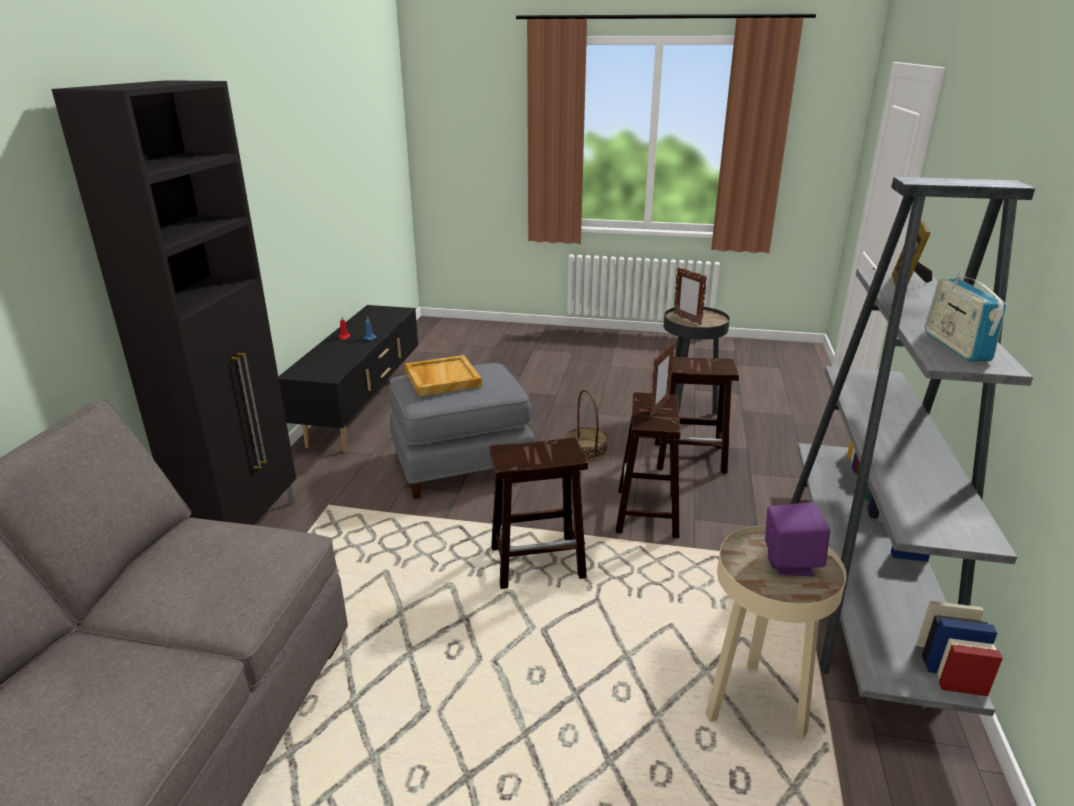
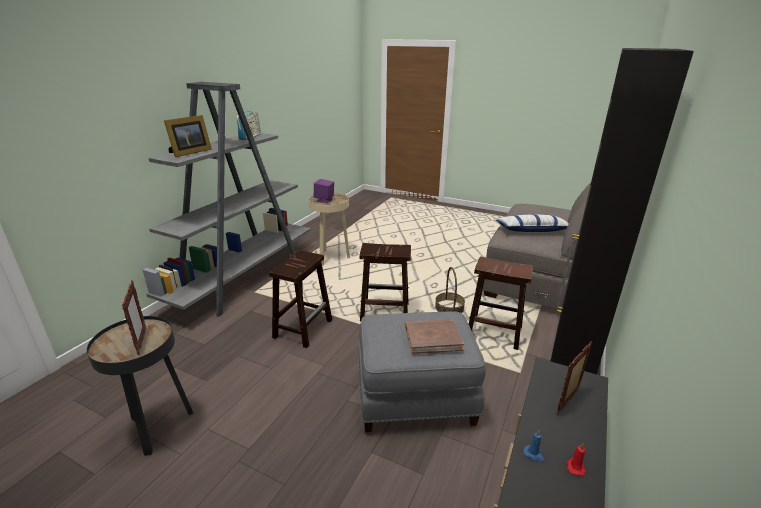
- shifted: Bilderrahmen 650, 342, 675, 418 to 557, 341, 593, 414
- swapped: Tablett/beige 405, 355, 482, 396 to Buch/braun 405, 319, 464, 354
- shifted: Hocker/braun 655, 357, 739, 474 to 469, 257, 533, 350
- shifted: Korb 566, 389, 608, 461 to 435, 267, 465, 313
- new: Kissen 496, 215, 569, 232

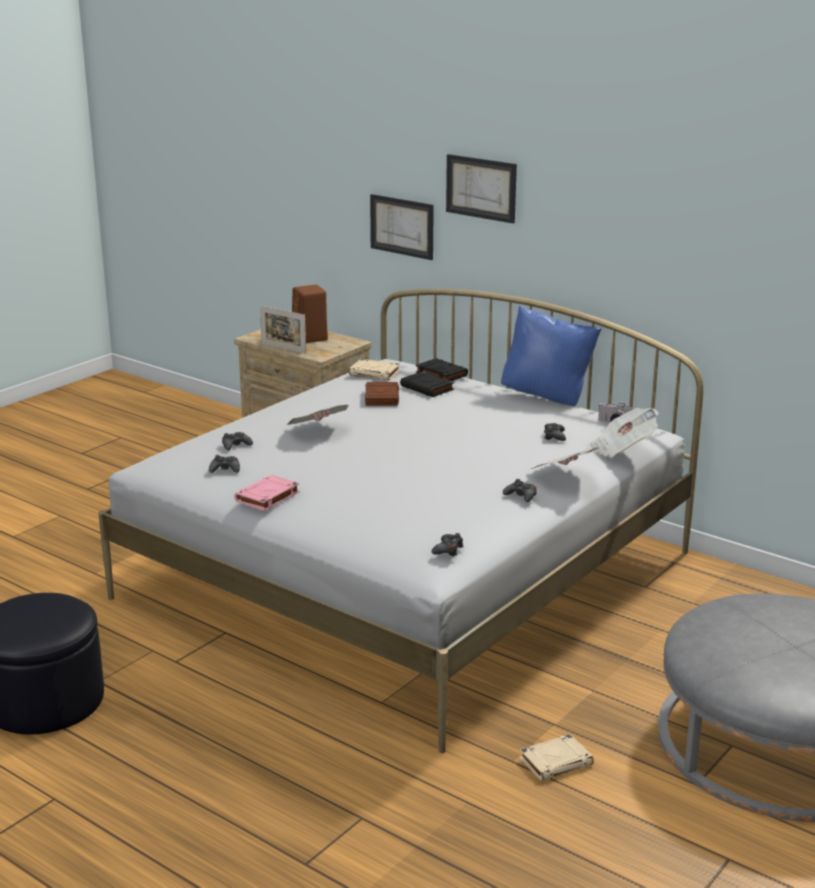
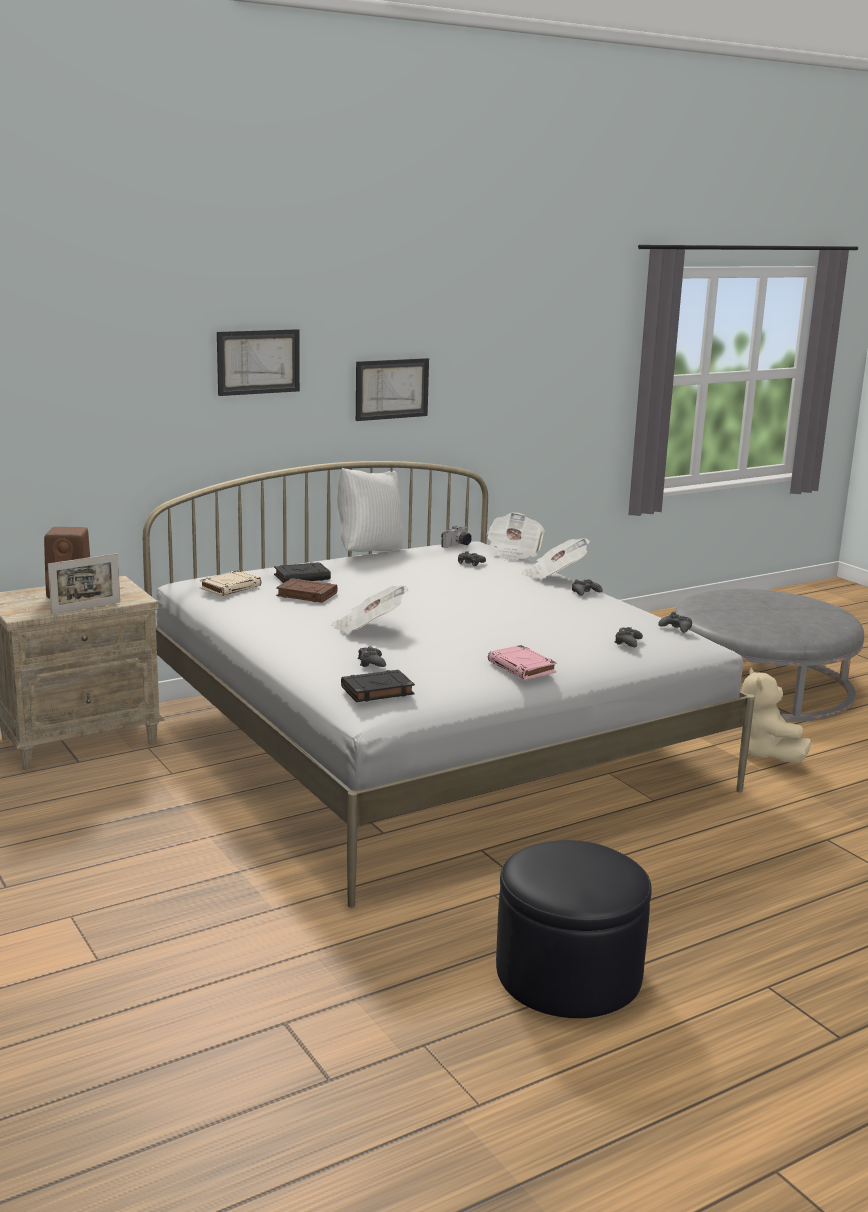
- shifted: Bild 370, 194, 434, 260 to 356, 358, 429, 421
- repainted: Kissen/blau 501, 305, 602, 406 to Kissen/weiß 337, 468, 404, 552
- shifted: Buch/schwarz 416, 358, 468, 381 to 341, 670, 415, 702
- shifted: Gamepad/schwarz 209, 455, 240, 473 to 614, 627, 643, 647
- swapped: Buch/beige 520, 734, 594, 781 to Plüschtier/beige 742, 668, 811, 763

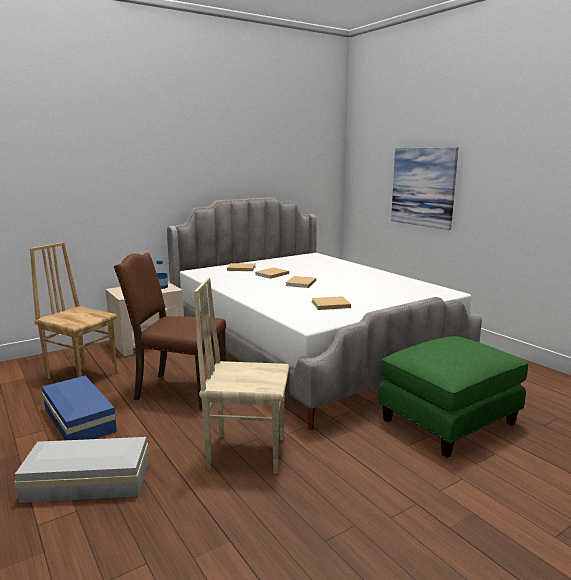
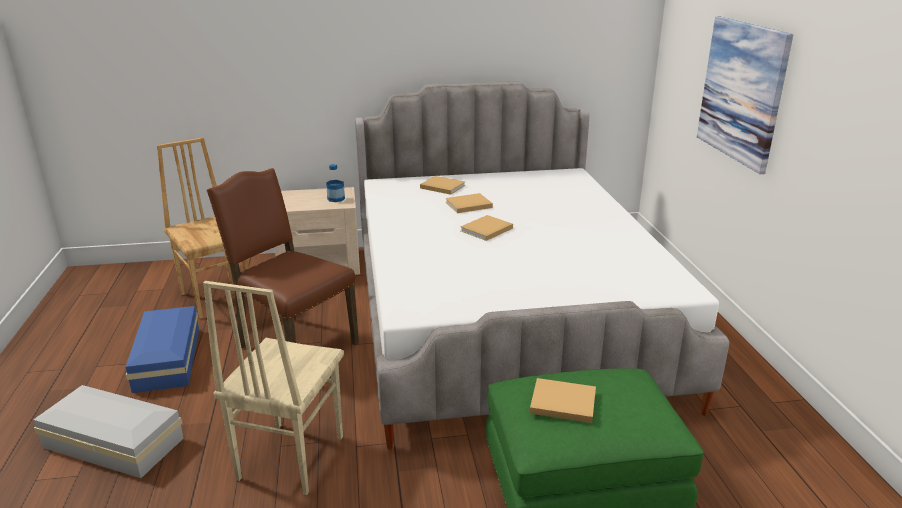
- rotated: Stuhl/beige 194, 277, 289, 473 = 203, 281, 344, 495 105 degrees counterclockwise
- shifted: Buch/beige 311, 296, 351, 310 to 530, 378, 596, 423

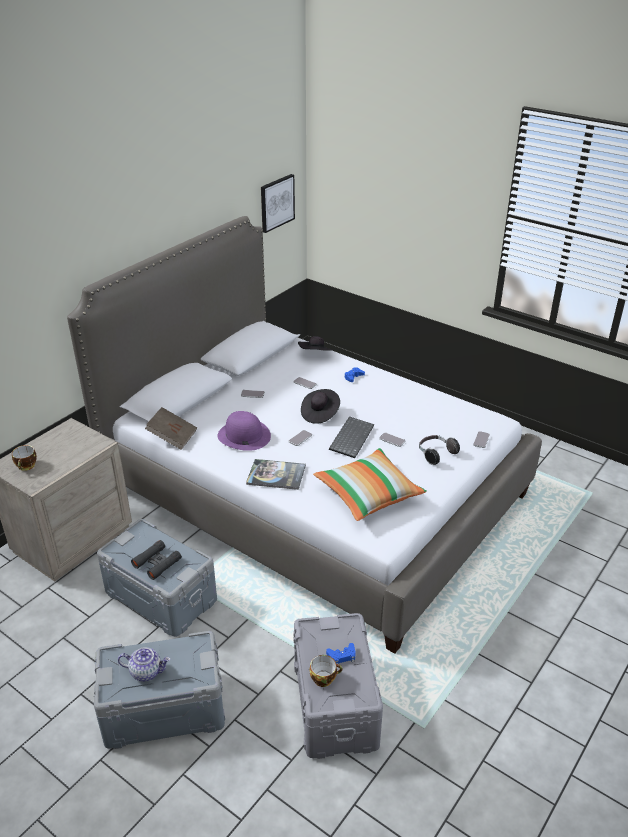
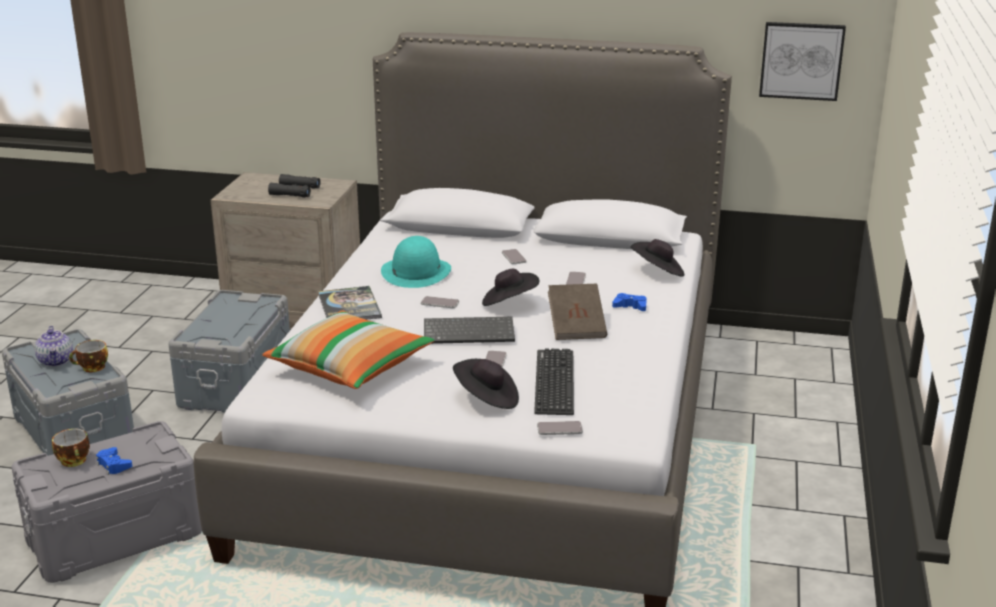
- shifted: Buch/braun 145, 407, 197, 450 to 548, 284, 607, 340
- repainted: Hut/lila 217, 411, 271, 451 to Hut/türkis 381, 236, 451, 288
- swapped: Kopfhörer 419, 435, 460, 465 to Hut/schwarz 453, 359, 519, 409
- shifted: Tasse 12, 445, 37, 471 to 69, 340, 108, 372
- shifted: Fernglas/schwarz 131, 540, 182, 580 to 268, 174, 320, 198
- new: Tastatur 534, 348, 574, 415

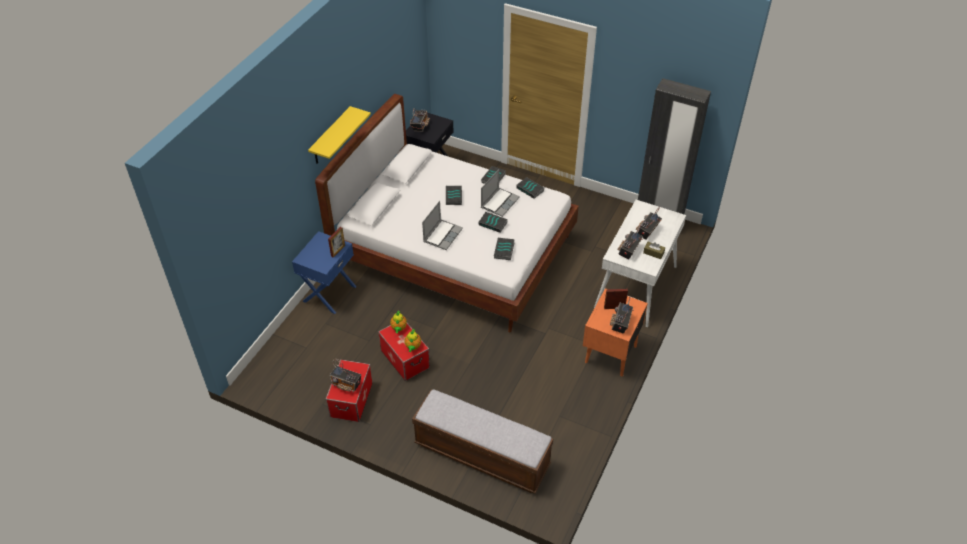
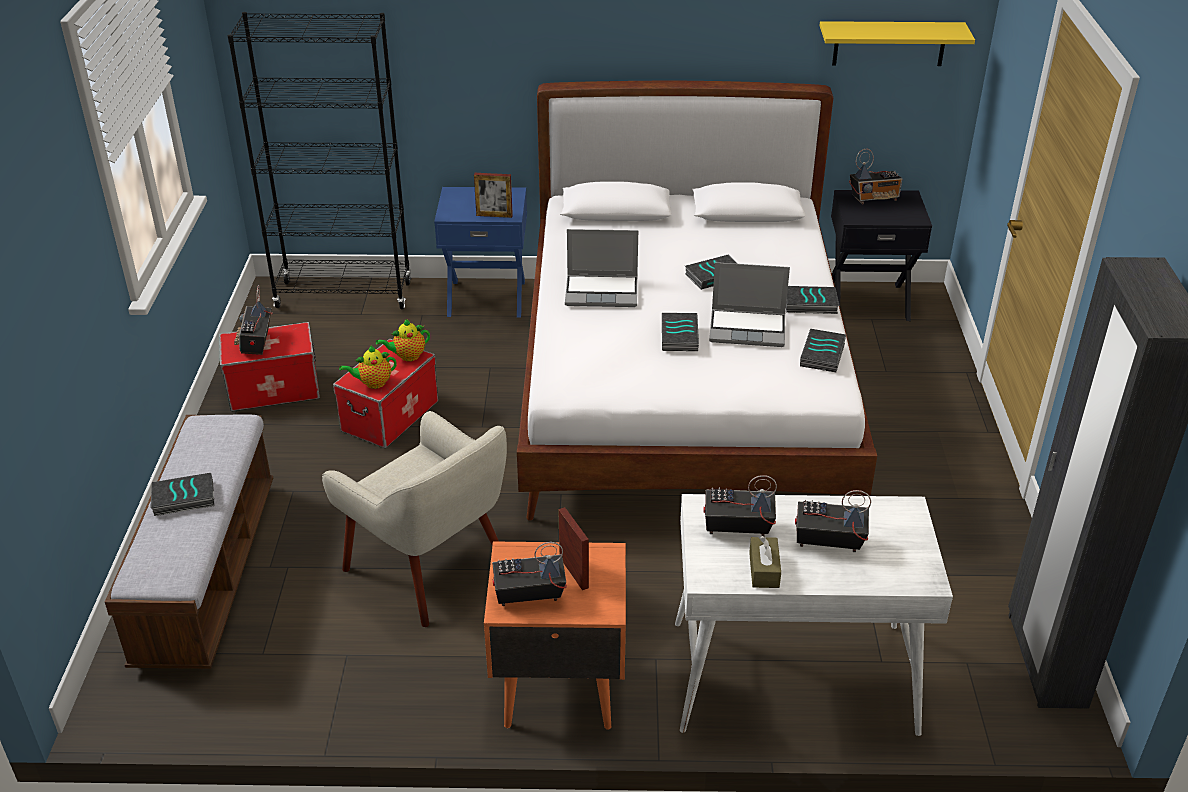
- shifted: Wandregal/gelb 308, 106, 371, 164 to 819, 21, 975, 66
- shifted: Buch 494, 238, 515, 260 to 150, 473, 215, 516
- new: Bücherregal/schwarz 228, 12, 411, 310
- new: Sessel/beige 322, 411, 507, 627

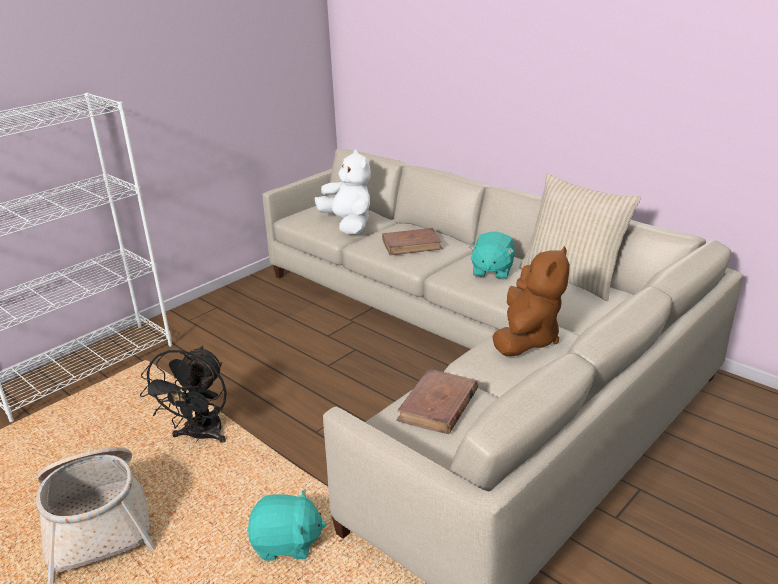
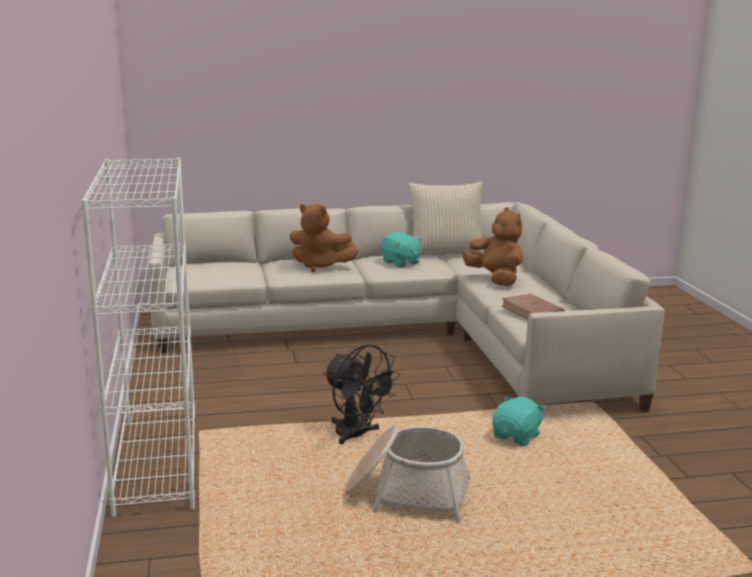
- gone: Plüschtier/weiß 315, 150, 371, 234
- swapped: Buch/braun 382, 228, 443, 255 to Plüschtier/braun 290, 204, 359, 272

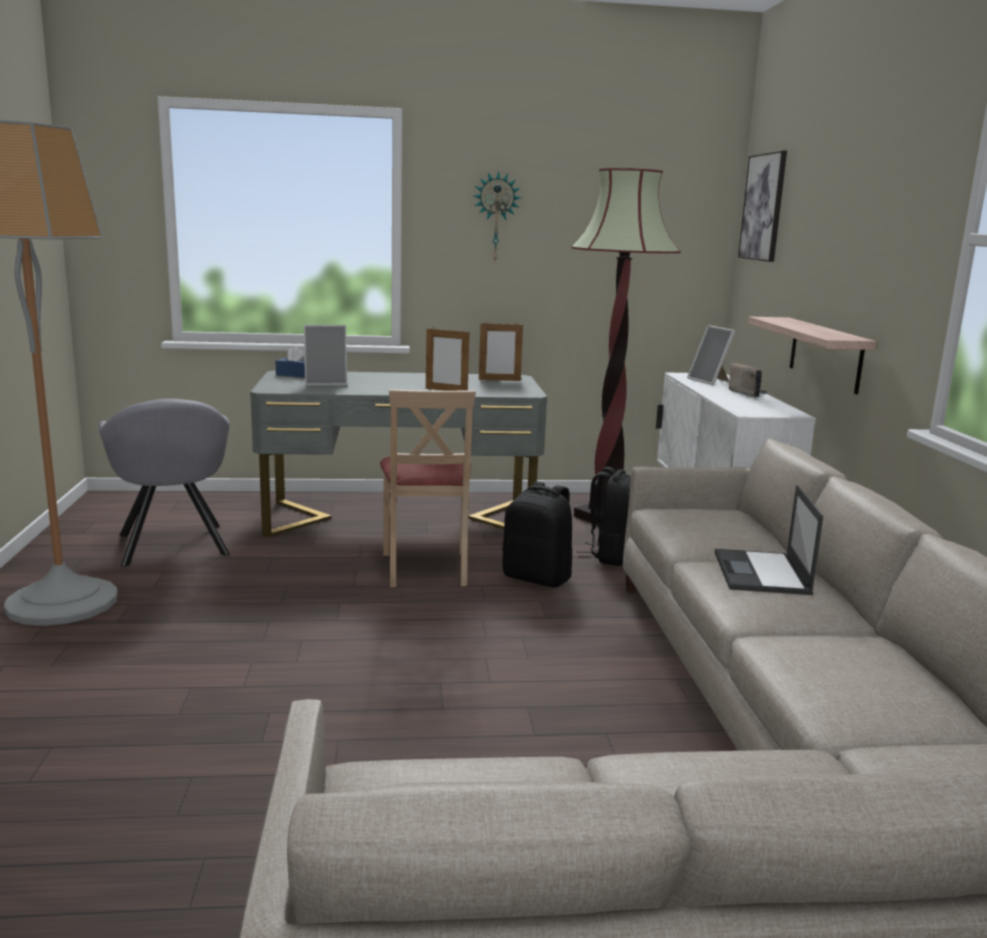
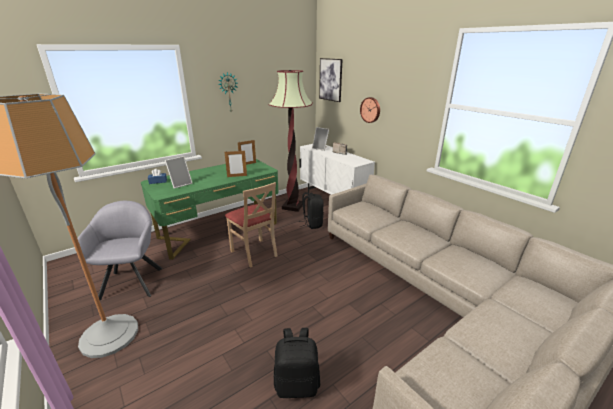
- gone: Wandregal 748, 316, 877, 394
- repainted: Schreibtisch/grau 250, 370, 547, 537 to Schreibtisch/grün 141, 159, 279, 260
- rotated: Sessel/grau 99, 399, 230, 567 = 77, 201, 162, 300 135 degrees counterclockwise
- shifted: Rucksack/schwarz 502, 481, 572, 587 to 274, 328, 320, 398
- gone: Laptop 715, 485, 823, 595
- new: Wanduhr 360, 97, 380, 123

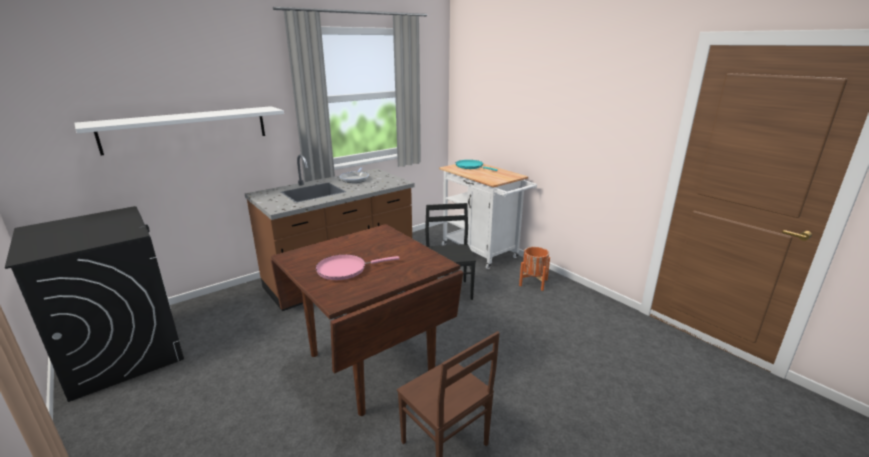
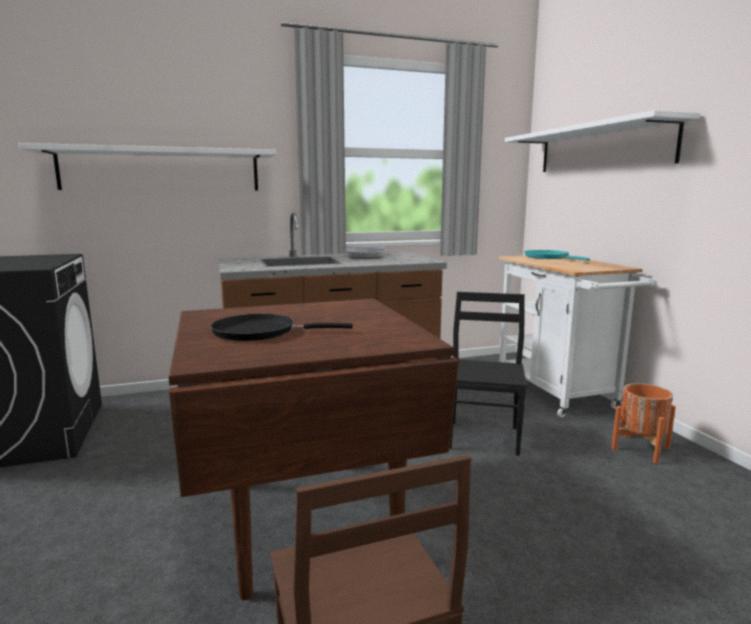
- repainted: Pfanne/rosa 316, 254, 400, 280 to Pfanne/schwarz 210, 314, 353, 341
- new: Wandregal/weiß 505, 110, 700, 172

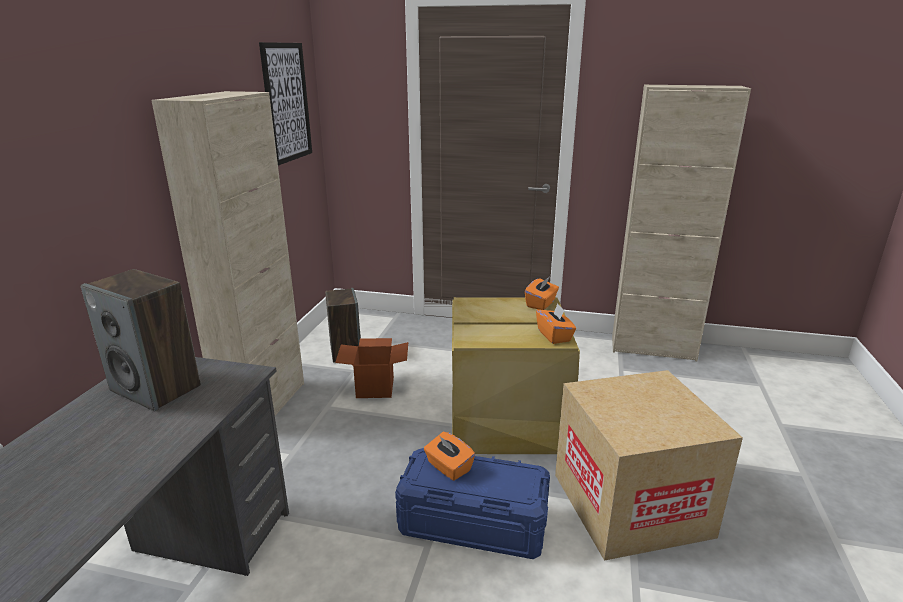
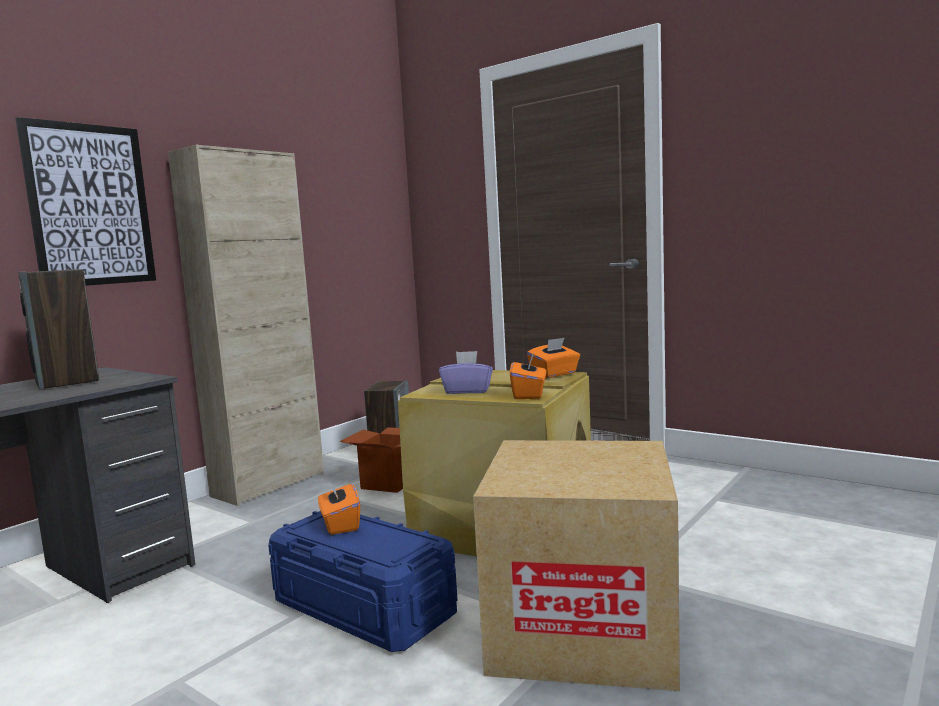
- shifted: Bild 259, 42, 312, 166 to 15, 117, 156, 286
- gone: Schrank/beige 612, 85, 751, 361
- new: Taschentuchbox/lila 439, 351, 493, 394

